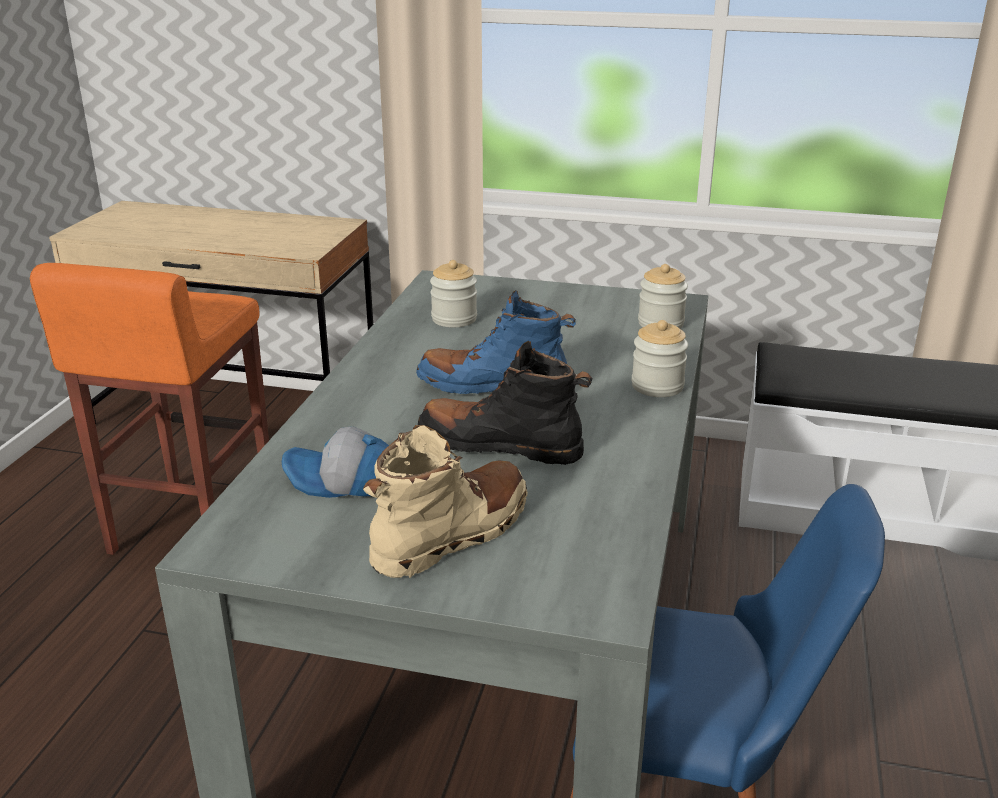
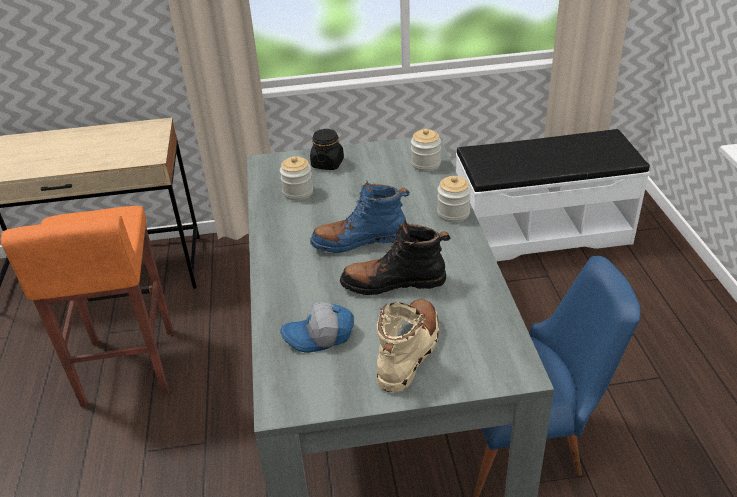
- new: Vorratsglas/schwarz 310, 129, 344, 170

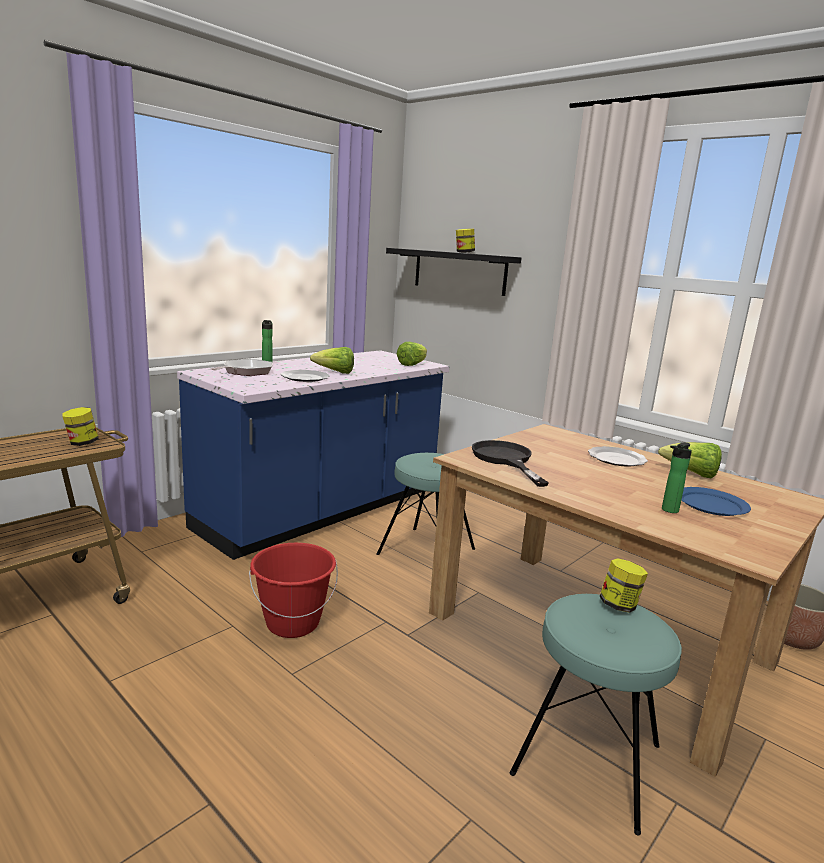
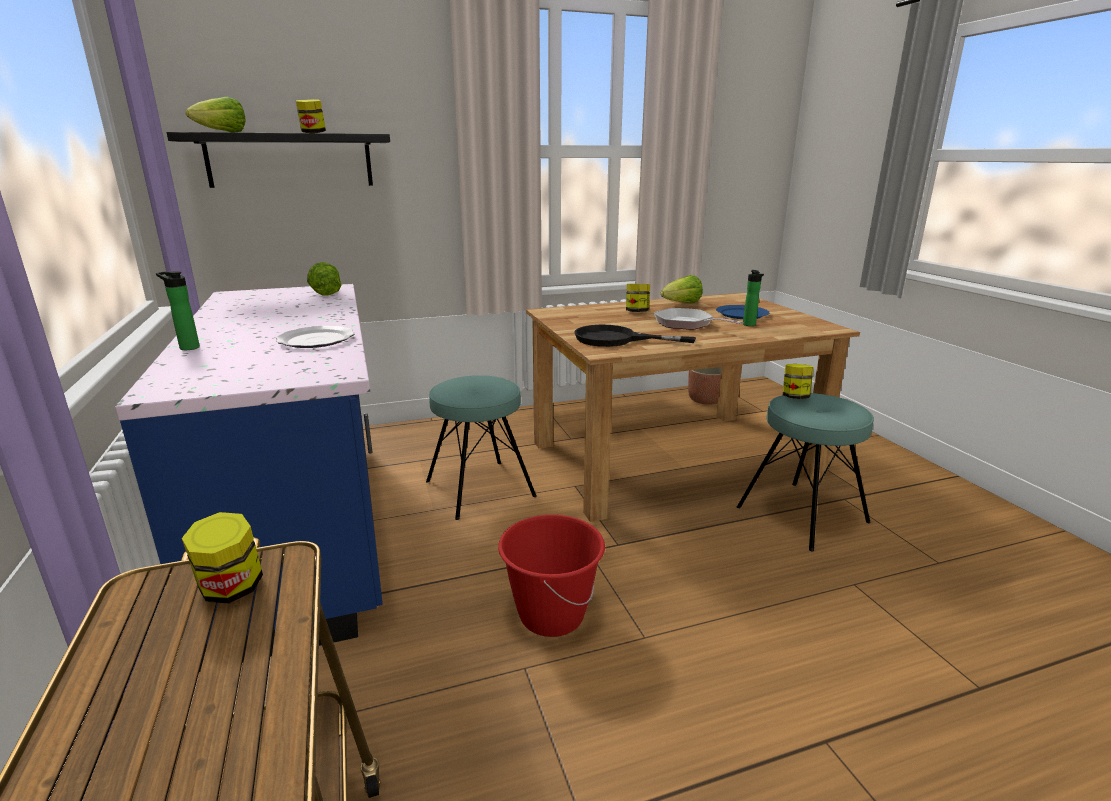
- shifted: Salatkopf 310, 347, 354, 374 to 185, 97, 245, 133
- shifted: Pfanne 211, 359, 273, 376 to 654, 308, 743, 330
- swapped: Teller 588, 446, 648, 467 to Vorratsglas 626, 284, 650, 312

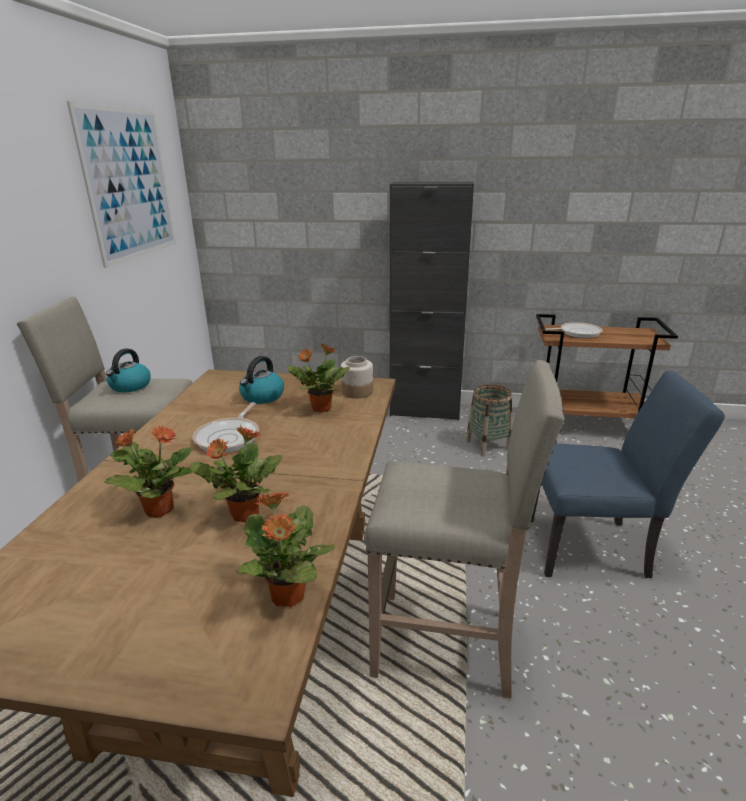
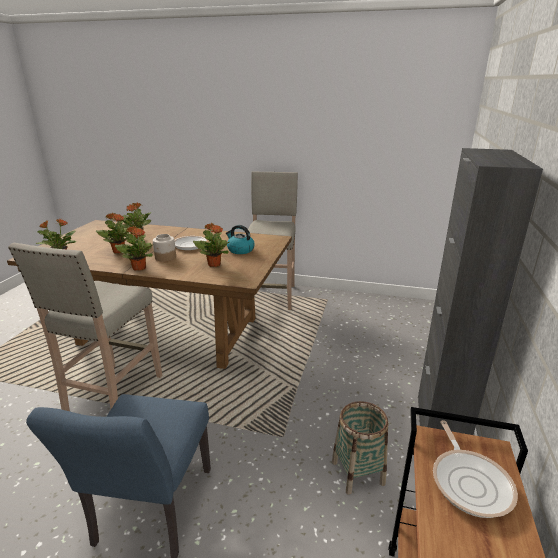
- gone: Bild 67, 101, 176, 268
- gone: Wasserkessel 106, 349, 151, 392
- shifted: Vorratsglas 341, 356, 373, 398 to 153, 234, 176, 262
- new: Topfpflanze 115, 226, 153, 271

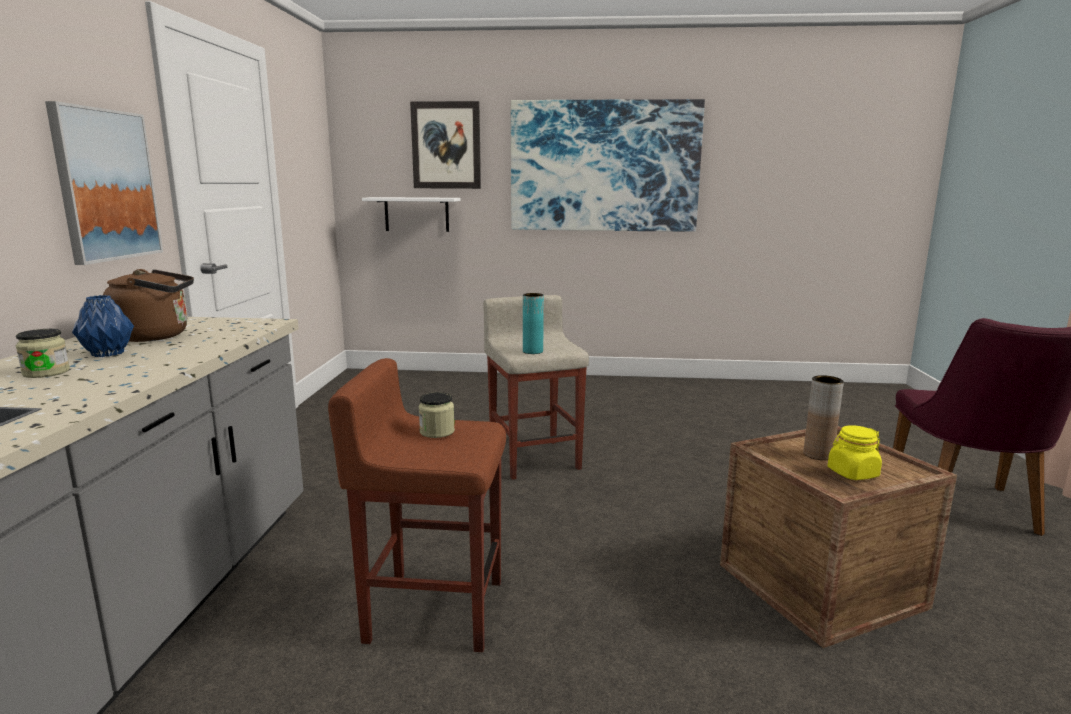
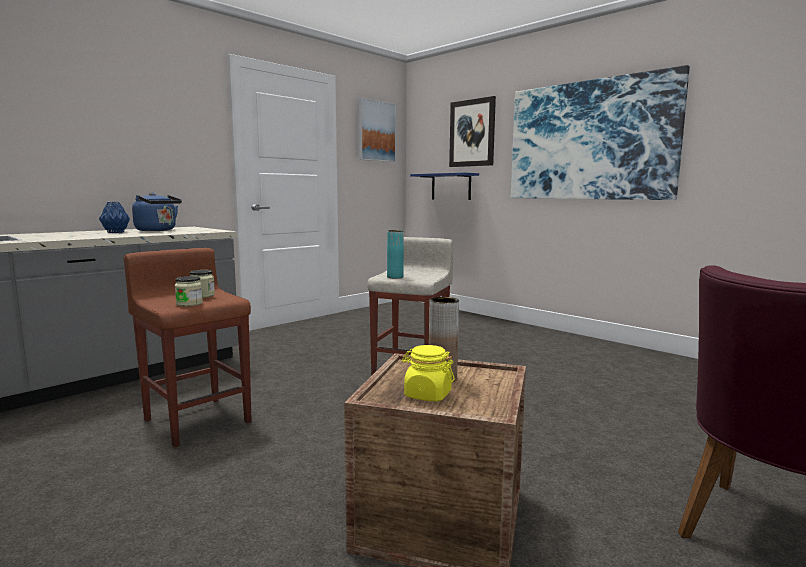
- shifted: Bild 45, 101, 163, 265 to 358, 98, 396, 162
- repainted: Wandregal/weiß 362, 197, 461, 232 to Wandregal/blau 410, 172, 479, 200
- repainted: Wasserkessel/braun 103, 269, 194, 342 to Wasserkessel/blau 132, 193, 182, 231
- shifted: Vorratsglas 16, 329, 70, 378 to 175, 276, 203, 306

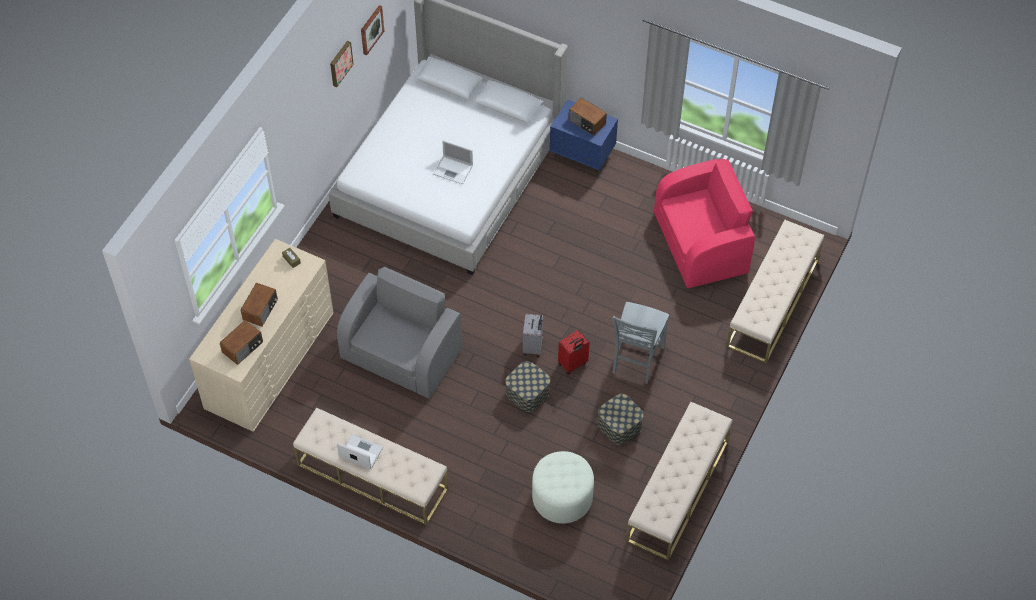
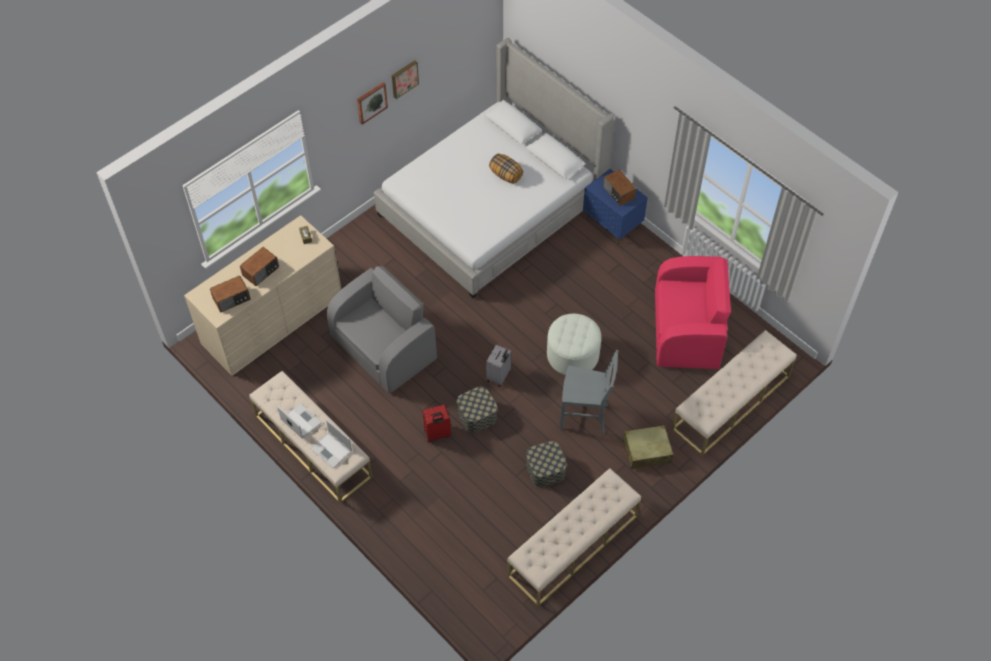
- shifted: Bild 361, 5, 384, 56 to 357, 82, 388, 125
- shifted: Laptop 433, 140, 473, 184 to 310, 420, 352, 469
- rotated: Stuhl/grau 612, 302, 669, 384 = 559, 350, 619, 434 120 degrees counterclockwise
- shifted: Koffer/rot 558, 330, 590, 375 to 423, 405, 451, 443
- shifted: Polsterhocker/weiß 532, 451, 594, 524 to 547, 314, 601, 375
- new: Kissen 489, 154, 523, 184
- new: Koffer/beige 623, 425, 673, 469

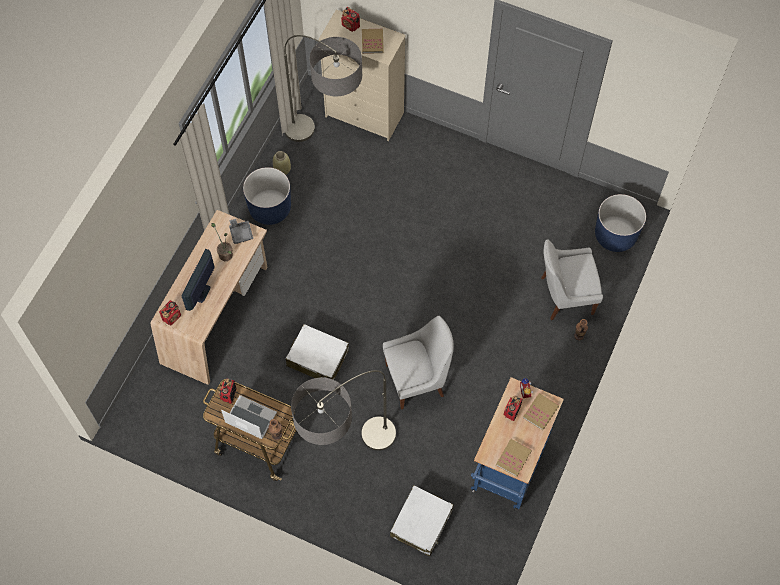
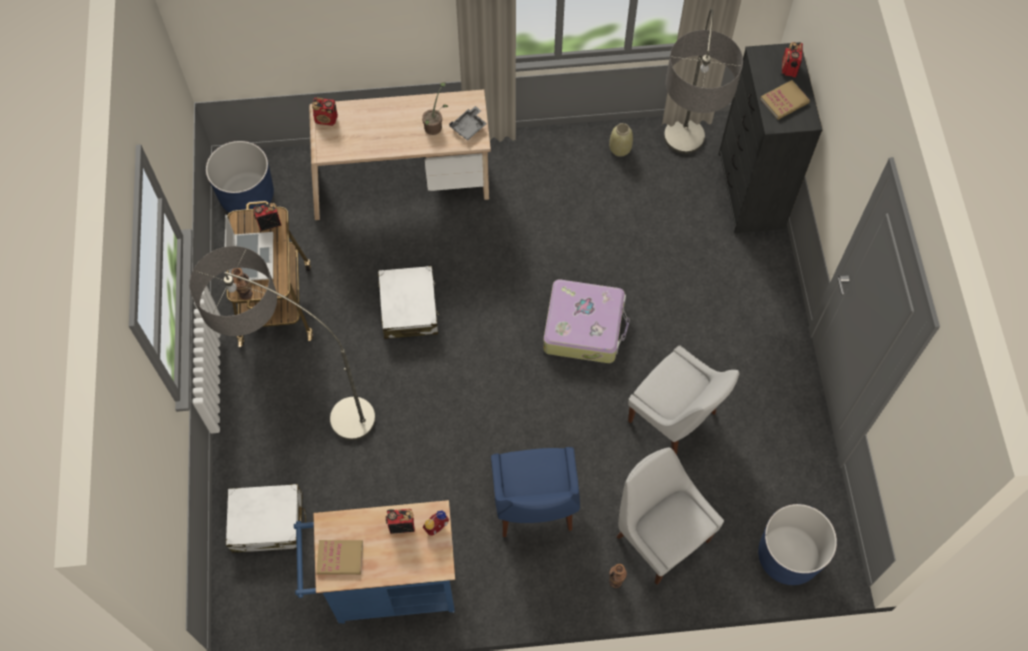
- repainted: Kommode/beige 319, 10, 406, 141 to Kommode/schwarz 718, 42, 823, 233
- shifted: Pflanzkübel/blau 243, 167, 291, 225 to 206, 141, 274, 217
- gone: Monitor 181, 249, 214, 311
- shifted: Stuhl/weiß 383, 316, 454, 410 to 628, 346, 740, 455
- gone: Buch 523, 393, 559, 430
- new: Koffer 543, 280, 630, 363
- new: Stuhl/blau 491, 447, 580, 537

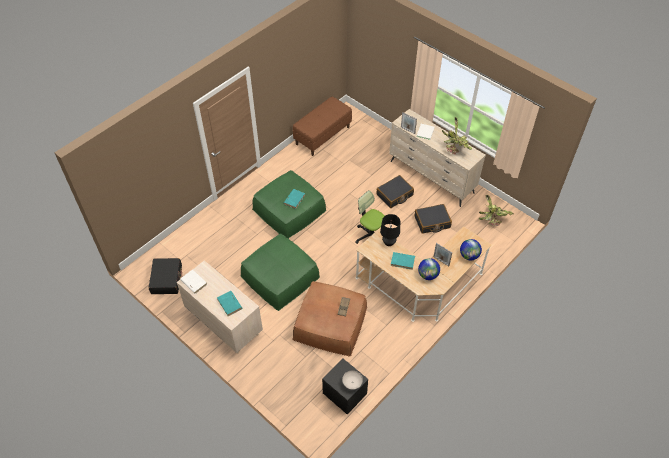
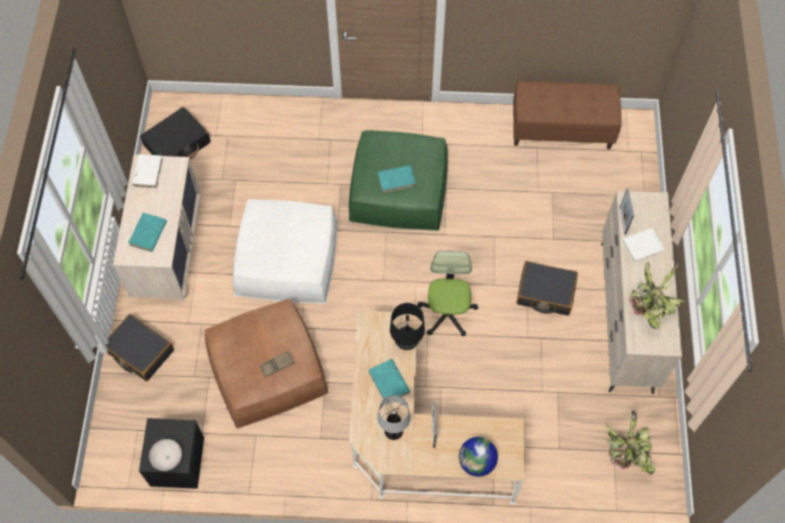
- shifted: Koffer/schwarz 414, 204, 452, 234 to 105, 314, 174, 381
- repainted: Polsterhocker/grün 241, 234, 320, 311 to Polsterhocker/weiß 233, 199, 338, 304
- swapped: Globus 418, 258, 440, 280 to Tischlampe 378, 395, 410, 440

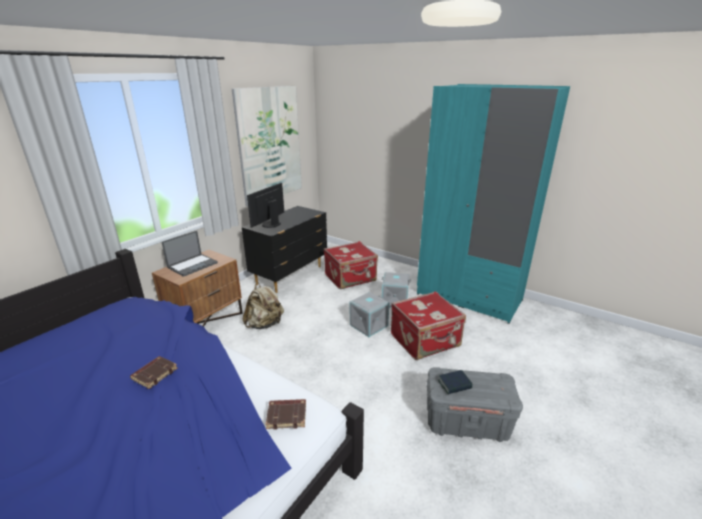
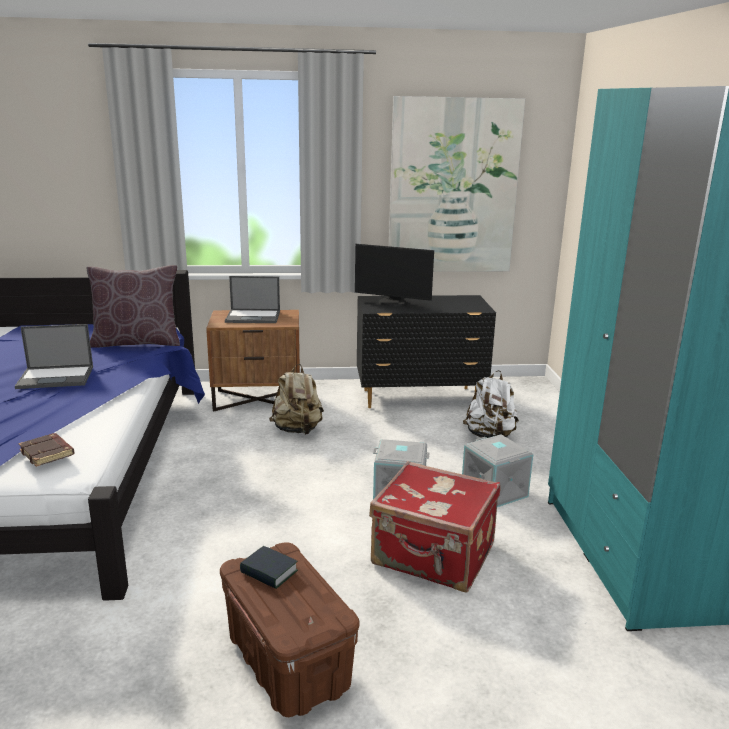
- rotated: Monitor 247, 183, 284, 228 = 355, 244, 434, 306 150 degrees counterclockwise
- swapped: Koffer/rot 324, 241, 378, 289 to Rucksack/weiß 463, 370, 519, 438
- swapped: Buch/braun 130, 356, 178, 389 to Laptop 15, 324, 93, 389
- repainted: Aufbewahrungsbox/grau 427, 367, 523, 442 to Aufbewahrungsbox/braun 220, 542, 359, 717
- new: Kissen/braun 87, 265, 180, 348

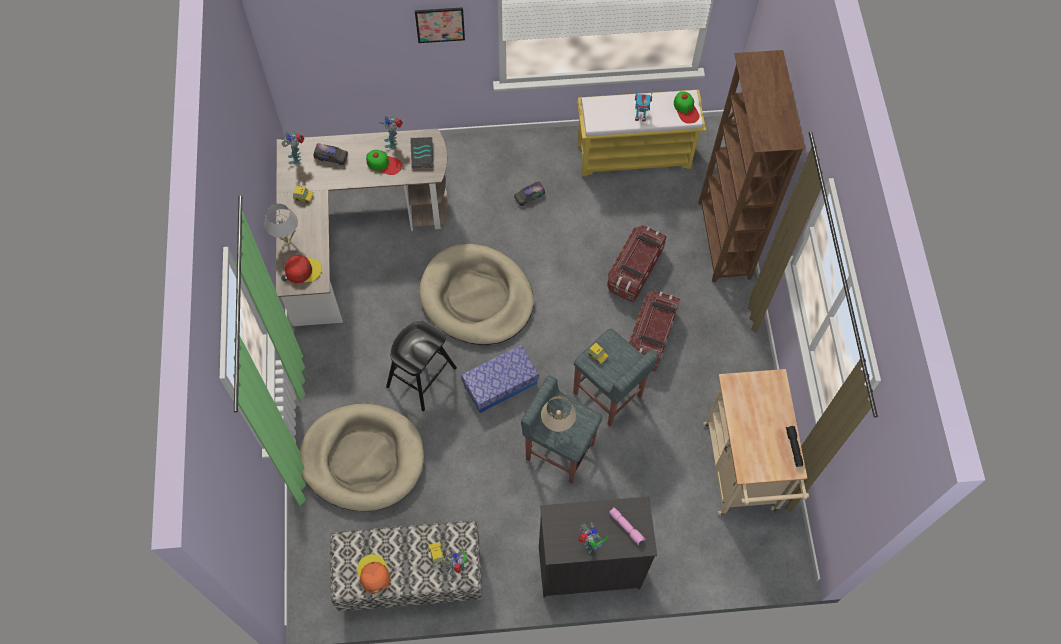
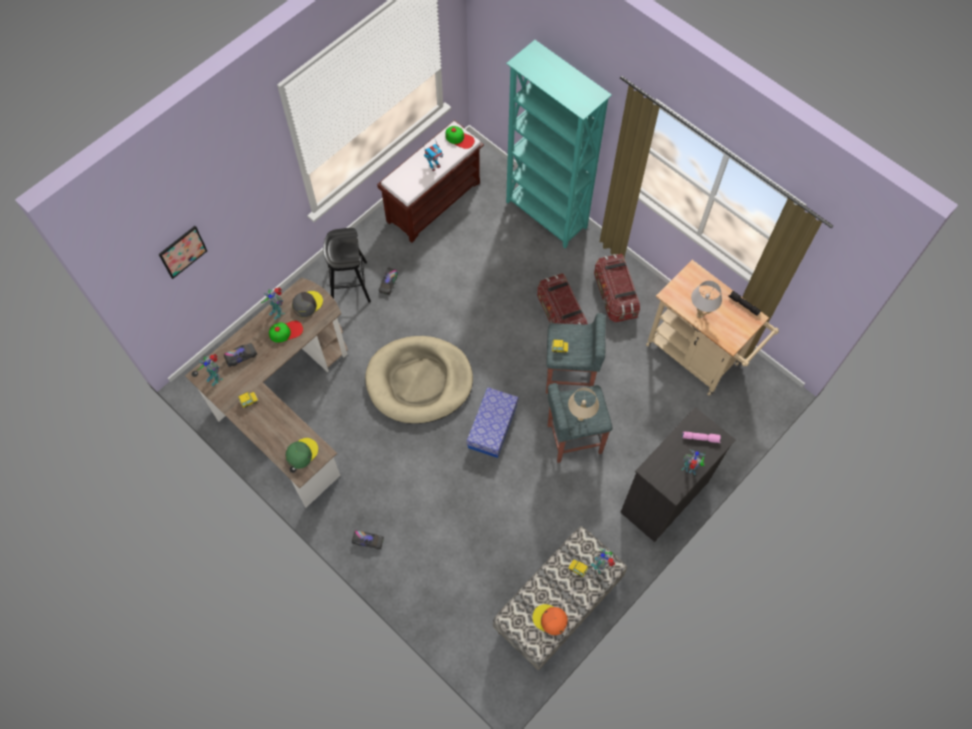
- shifted: Bild 415, 7, 465, 43 to 158, 226, 207, 279
- repainted: Bücherregal/braun 699, 50, 805, 282 to Bücherregal/türkis 506, 40, 612, 248
- repainted: Bank/gelb 577, 90, 706, 176 to Bank/braun 377, 120, 484, 243
- swapped: Buch 410, 137, 434, 169 to Kappe/grau 292, 291, 323, 318
- shifted: Tischlampe/weiß 265, 204, 298, 245 to 691, 281, 722, 318
- shifted: Aufbewahrungsbox 607, 225, 667, 303 to 594, 254, 640, 322
- repainted: Kappe/rot 285, 255, 322, 283 to Kappe/grün 285, 438, 318, 469
- shifted: Hocker/schwarz 386, 320, 457, 411 to 323, 228, 371, 303
- gone: Hundebett/beige 300, 404, 424, 511
- new: Spielzeuglaster 352, 531, 384, 550

